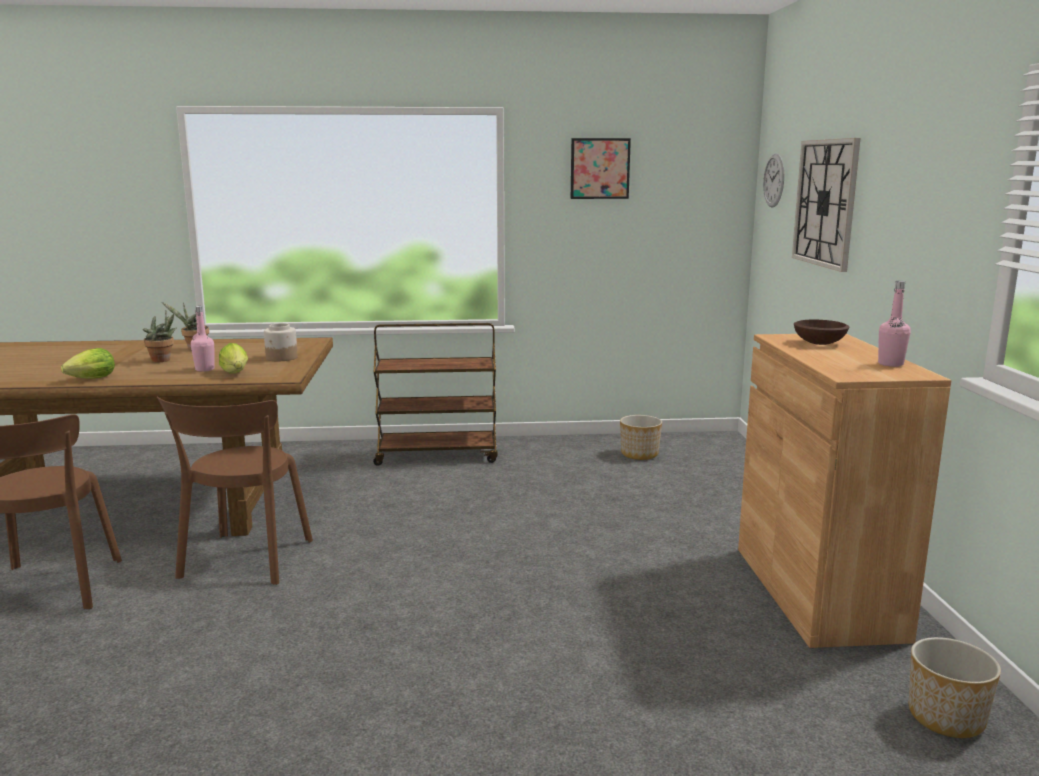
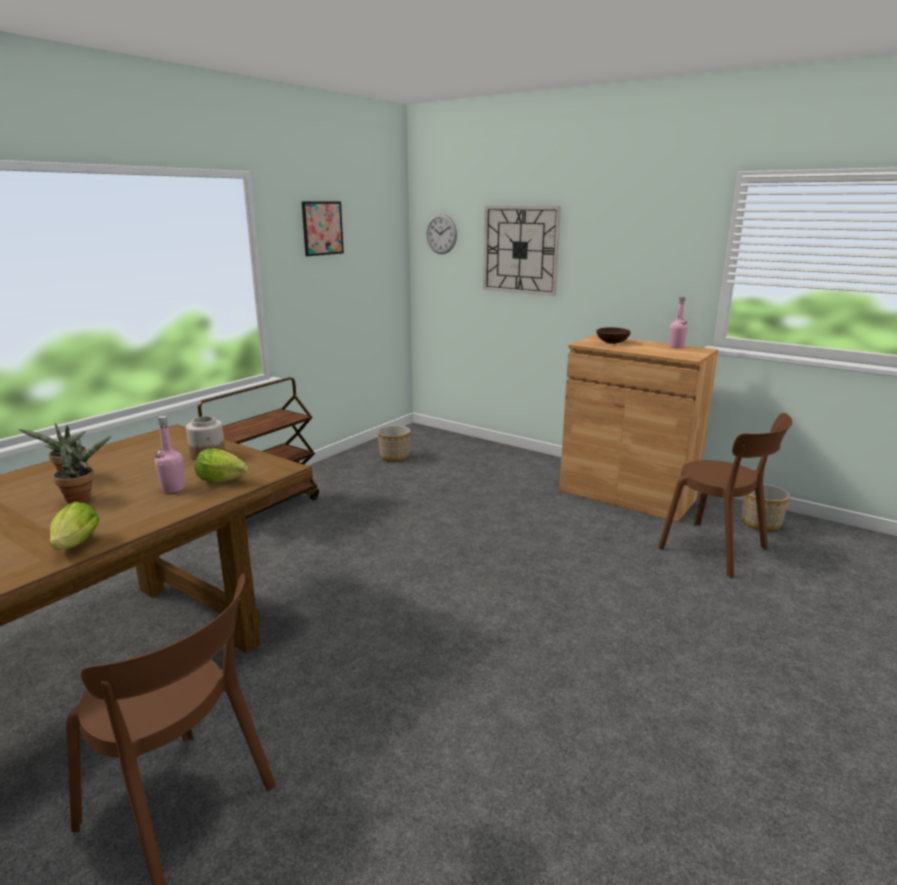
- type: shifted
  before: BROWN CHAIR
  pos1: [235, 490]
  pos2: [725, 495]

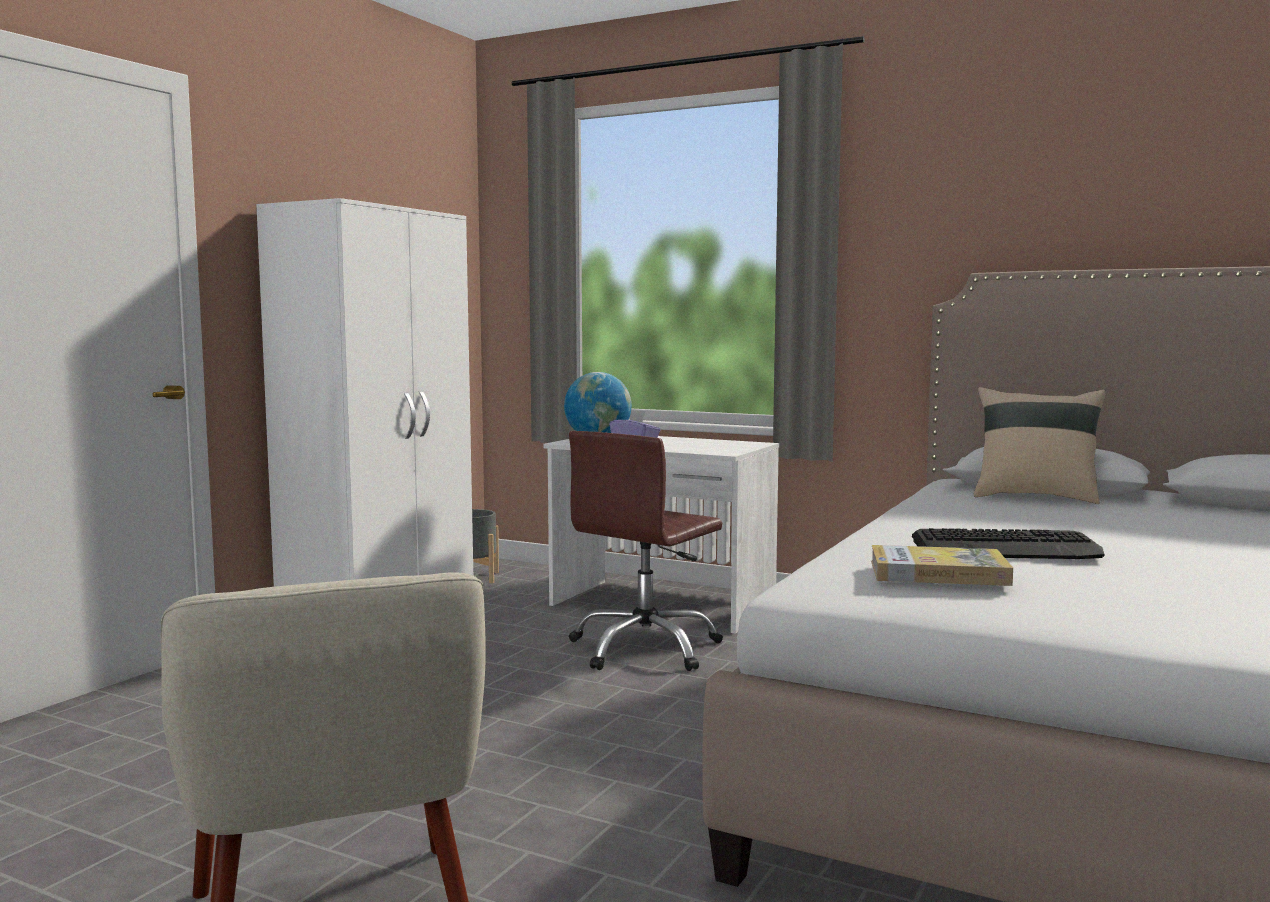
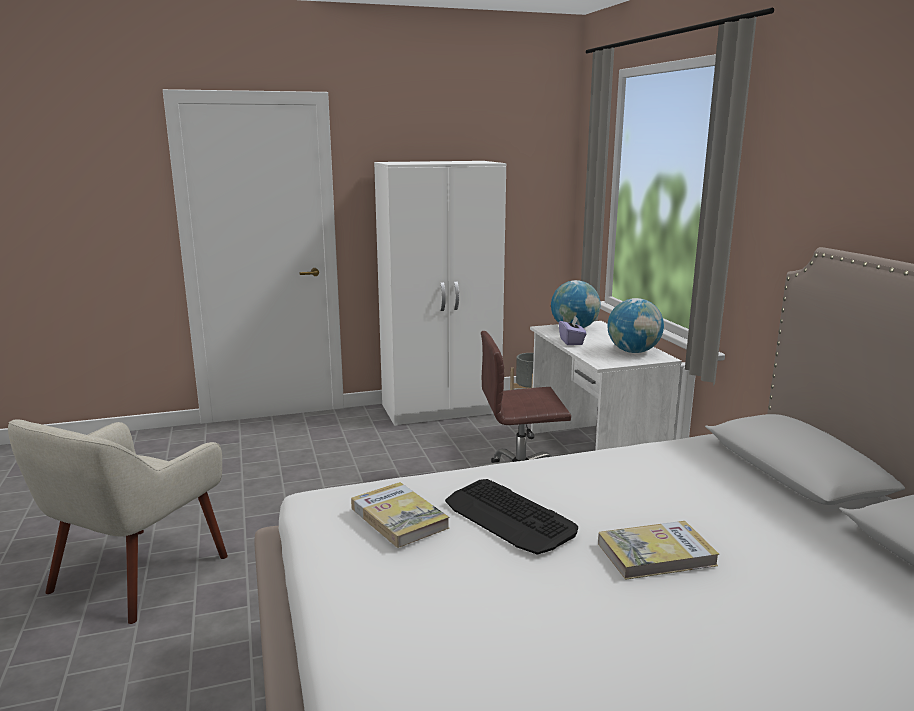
- type: gone
  before: BEIGE CUSHION
  pos1: [1039, 445]
- type: new
  after: DESK GLOBE
  pos2: [635, 325]
- type: new
  after: BOOK
  pos2: [658, 550]

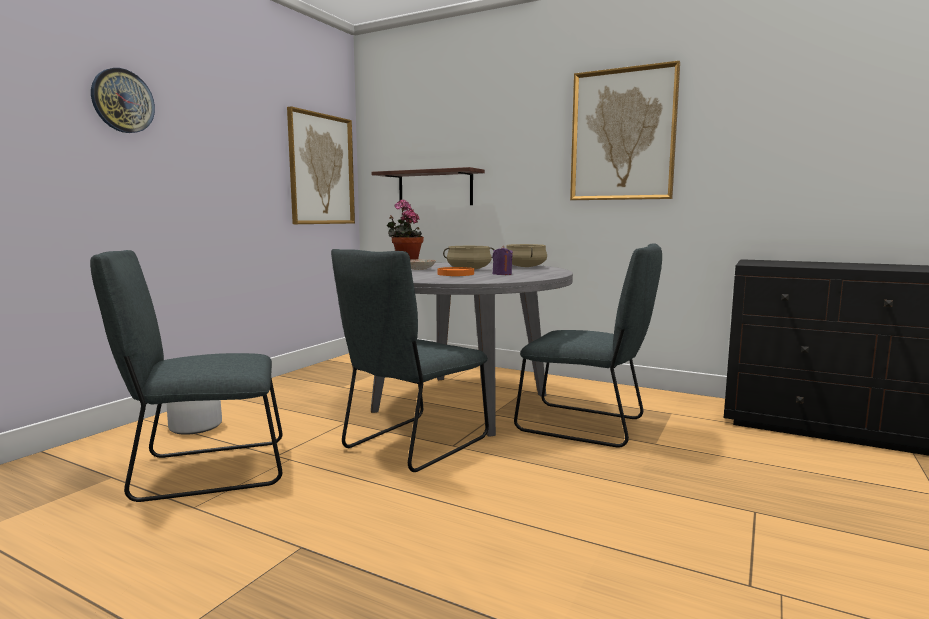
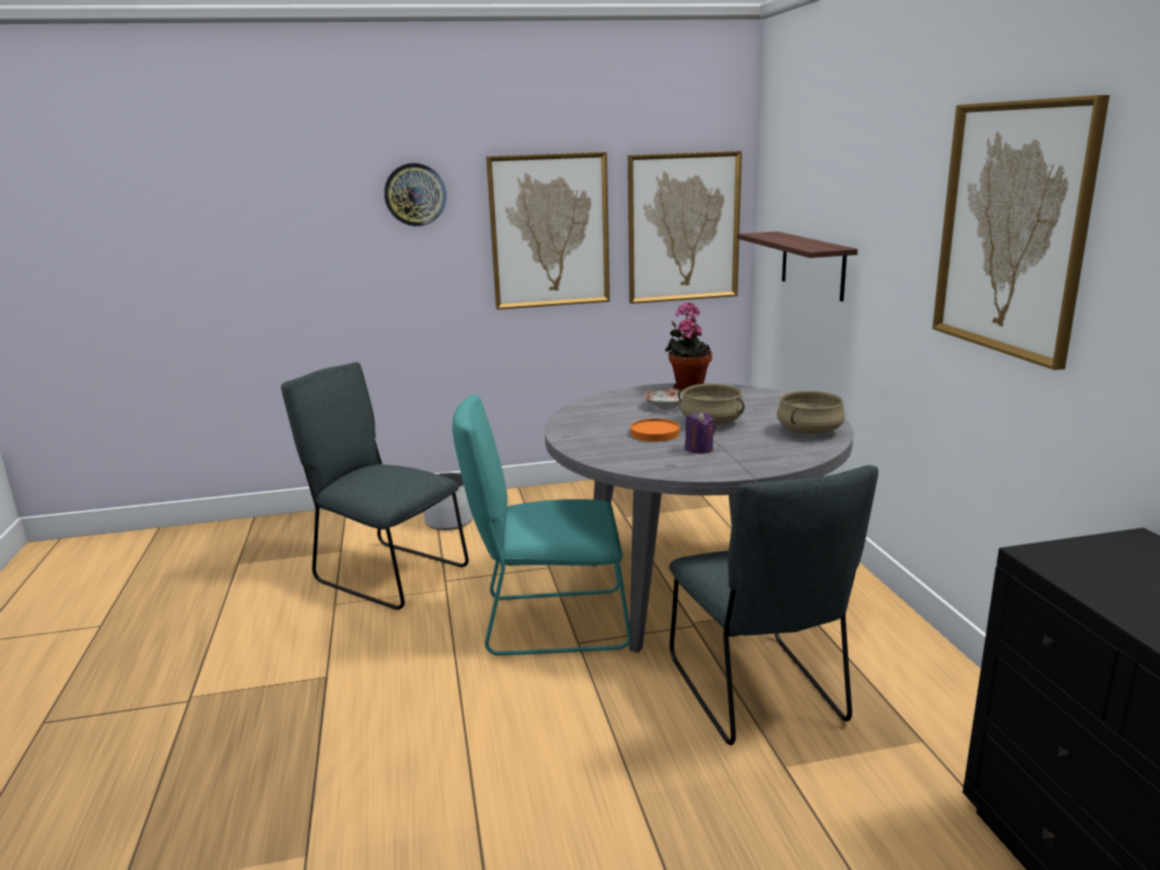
- type: repainted
  before: GREYISH CHAIR
  after: BLUE-GREEN CHAIR
  pos1: [410, 360]
  pos2: [541, 525]
- type: new
  after: WALL PICTURE
  pos2: [548, 231]

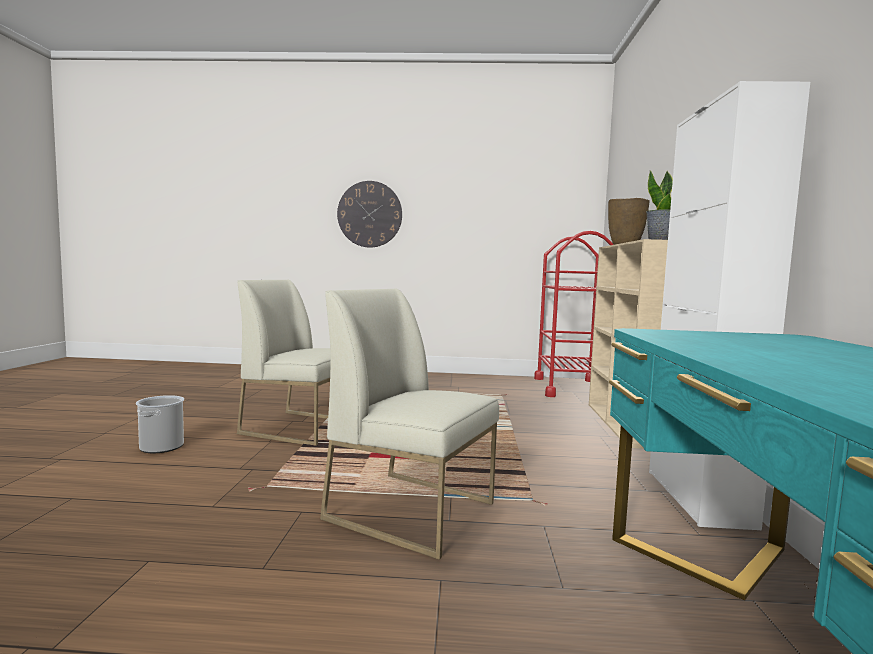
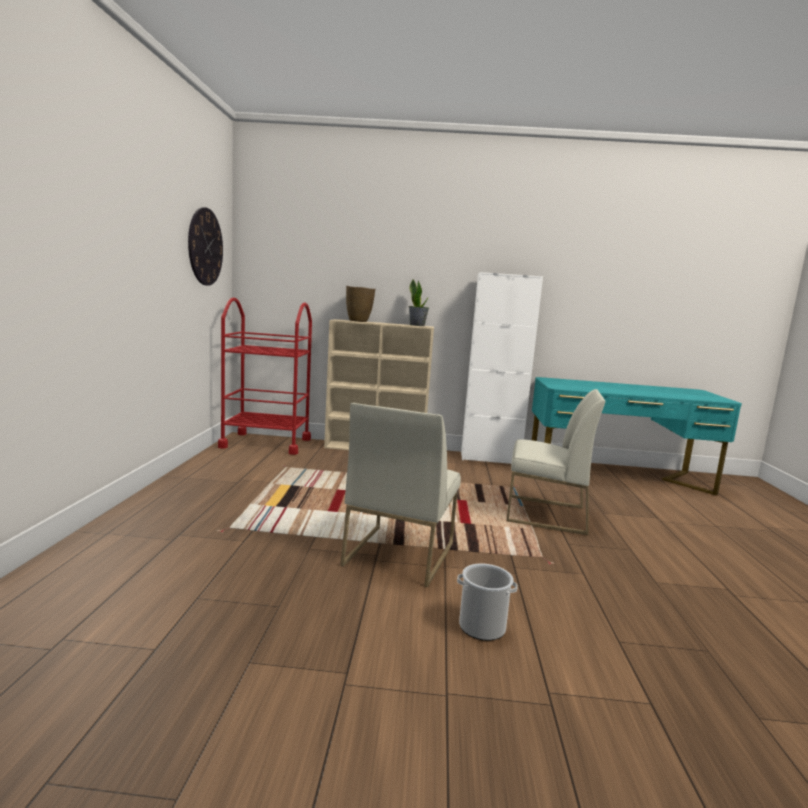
- type: shifted
  before: CLOCK ON THE WALL
  pos1: [369, 214]
  pos2: [205, 246]
- type: rotated
  before: WHITE CHAIR
  pos1: [409, 424]
  pos2: [555, 462]
  turn: -105

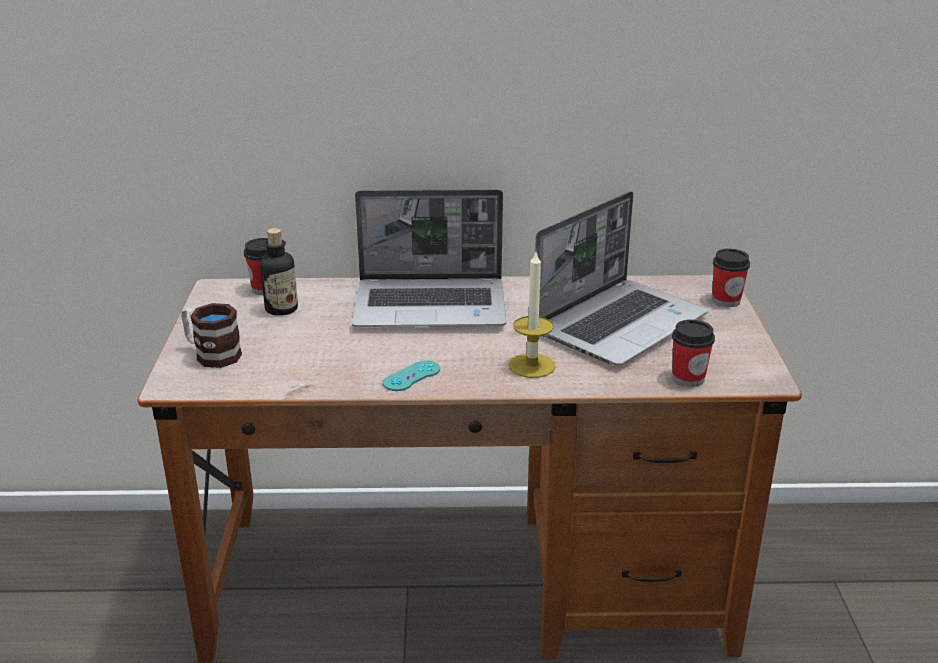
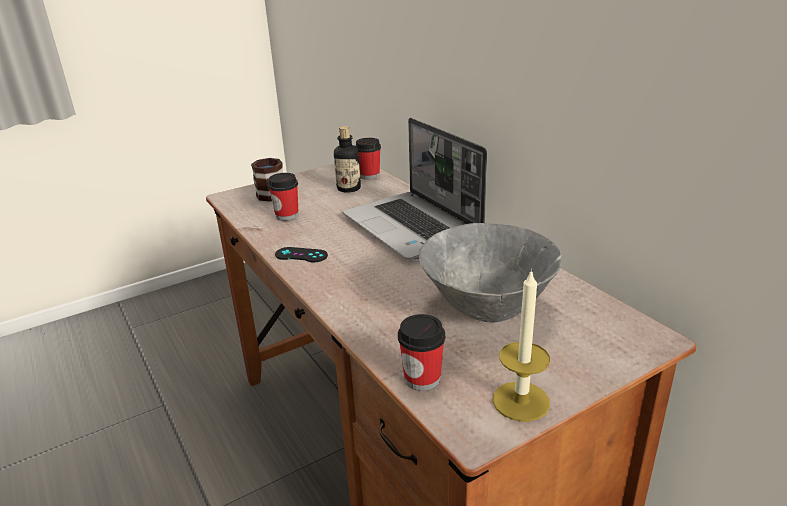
- type: swapped
  before: PORTABLE COMPUTER
  after: GREYISH SERVING BOWL
  pos1: [621, 278]
  pos2: [490, 273]
- type: shifted
  before: SMALL CUP
  pos1: [731, 278]
  pos2: [283, 197]
- type: shifted
  before: CANDLE
  pos1: [532, 315]
  pos2: [521, 345]
- type: repainted
  before: BLUE-GREEN GAMEPAD
  after: BLACKISH GAMEPAD
  pos1: [411, 376]
  pos2: [301, 254]

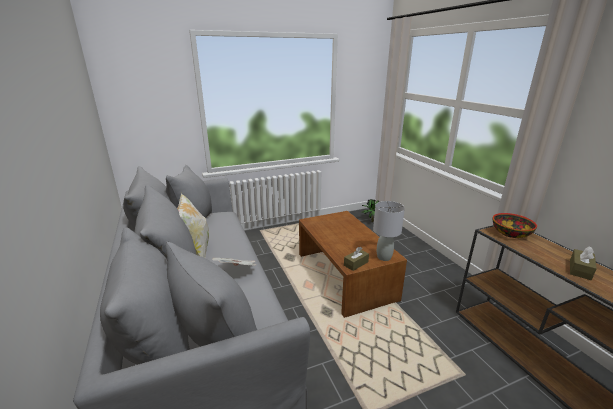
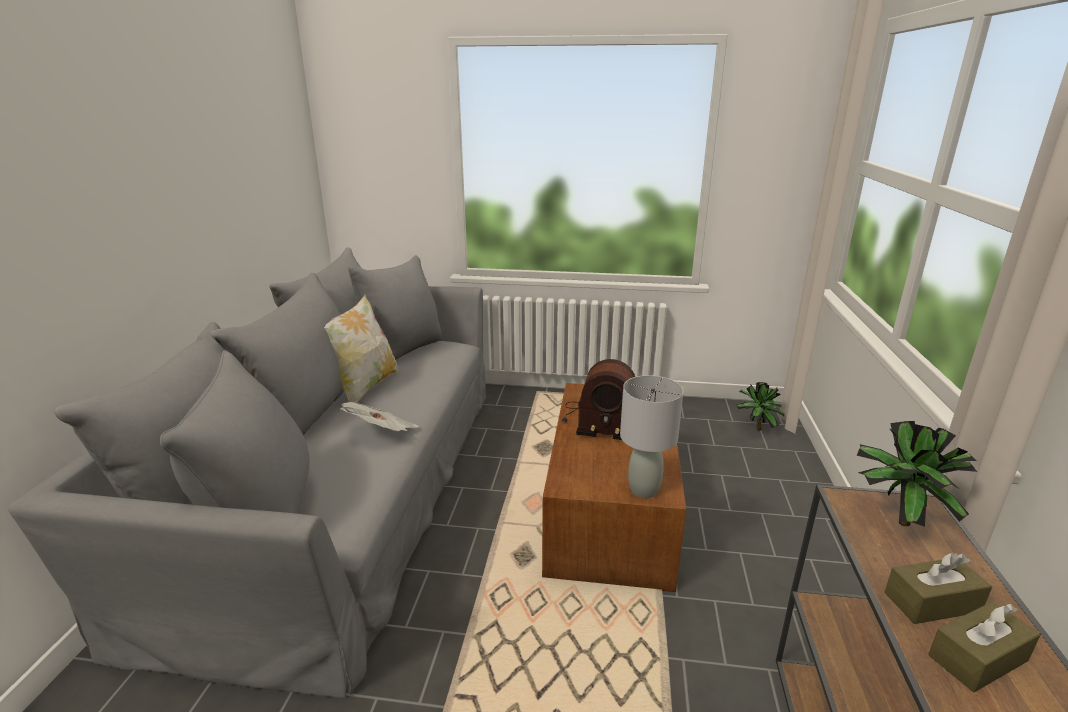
- type: swapped
  before: SERVING BOWL
  after: HOUSEPLANT
  pos1: [515, 225]
  pos2: [917, 474]
- type: shifted
  before: BROWN TISSUE BOX
  pos1: [356, 259]
  pos2: [938, 588]
- type: new
  after: RADIO SET
  pos2: [598, 399]

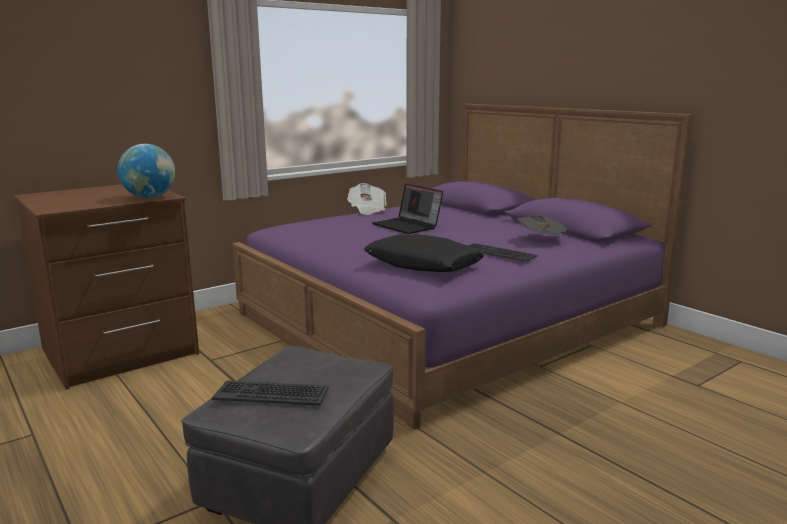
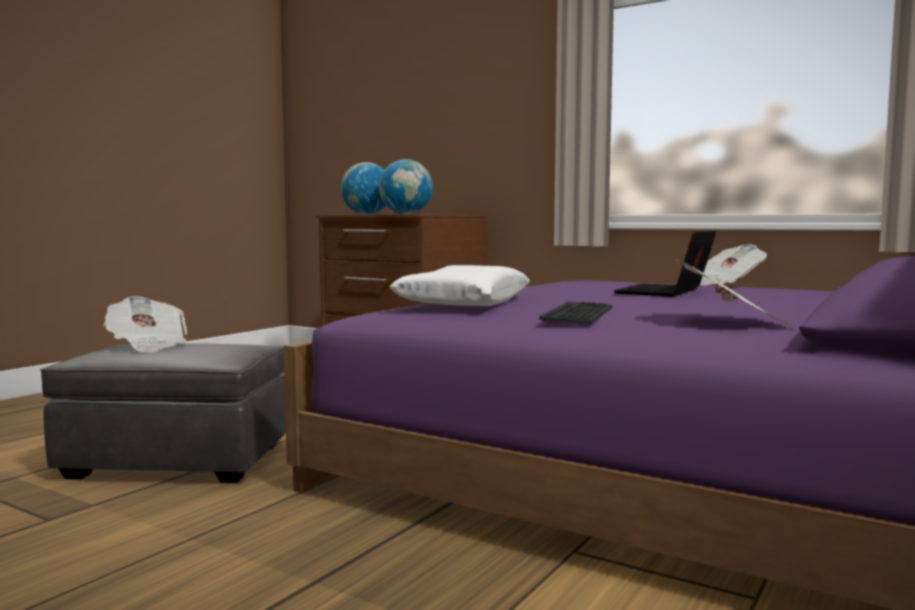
- type: repainted
  before: BLACKISH CUSHION
  after: WHITE CUSHION
  pos1: [424, 253]
  pos2: [460, 285]
- type: swapped
  before: COMPUTER KEYBOARD
  after: NEWSPAPER
  pos1: [270, 393]
  pos2: [145, 325]
- type: new
  after: DESK GLOBE
  pos2: [363, 188]

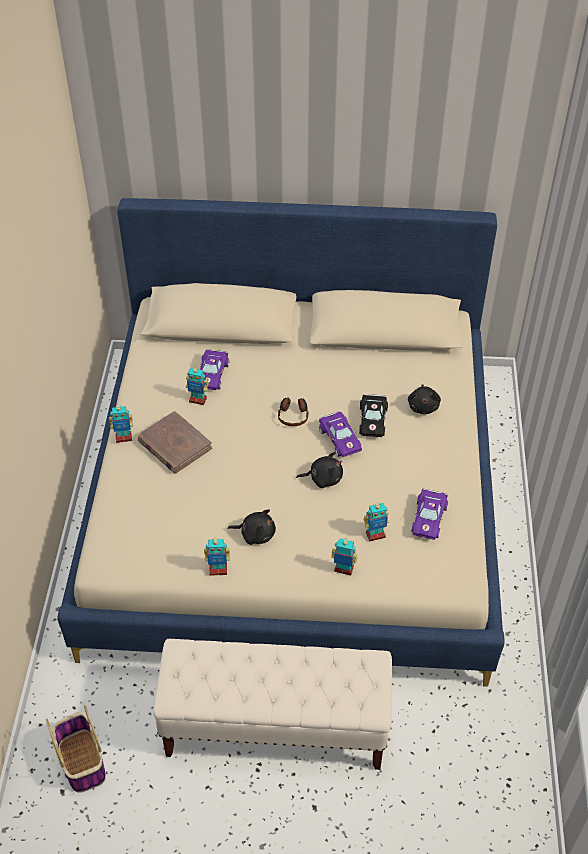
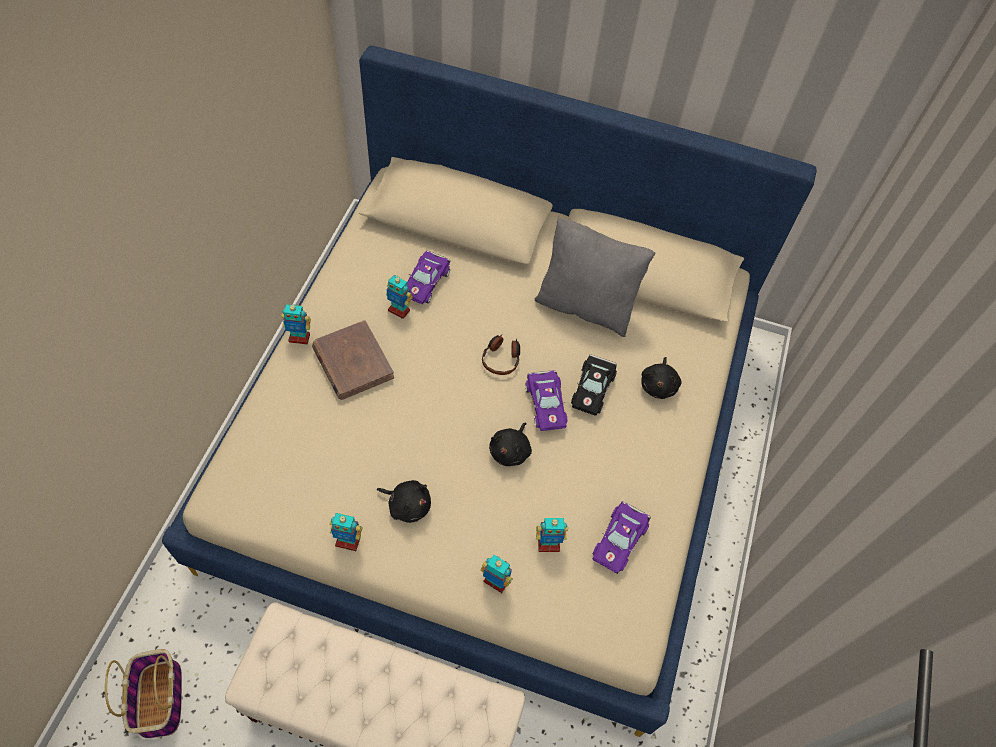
- type: rotated
  before: BLACKISH PLUSH TOY
  pos1: [319, 470]
  pos2: [510, 444]
  turn: 105
- type: new
  after: GREYISH CUSHION
  pos2: [595, 277]

